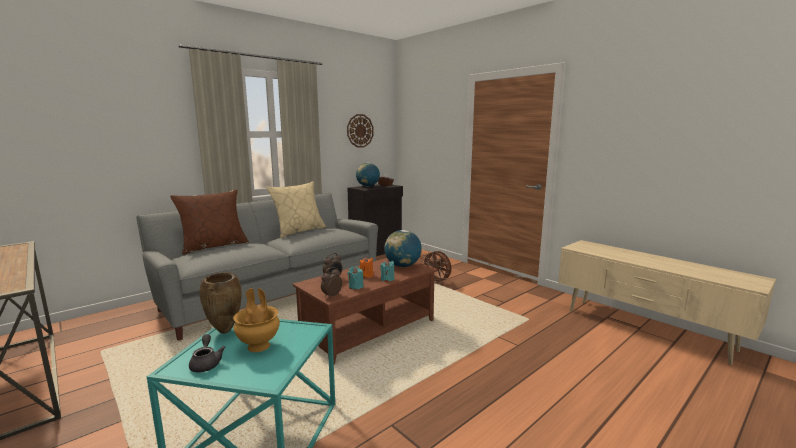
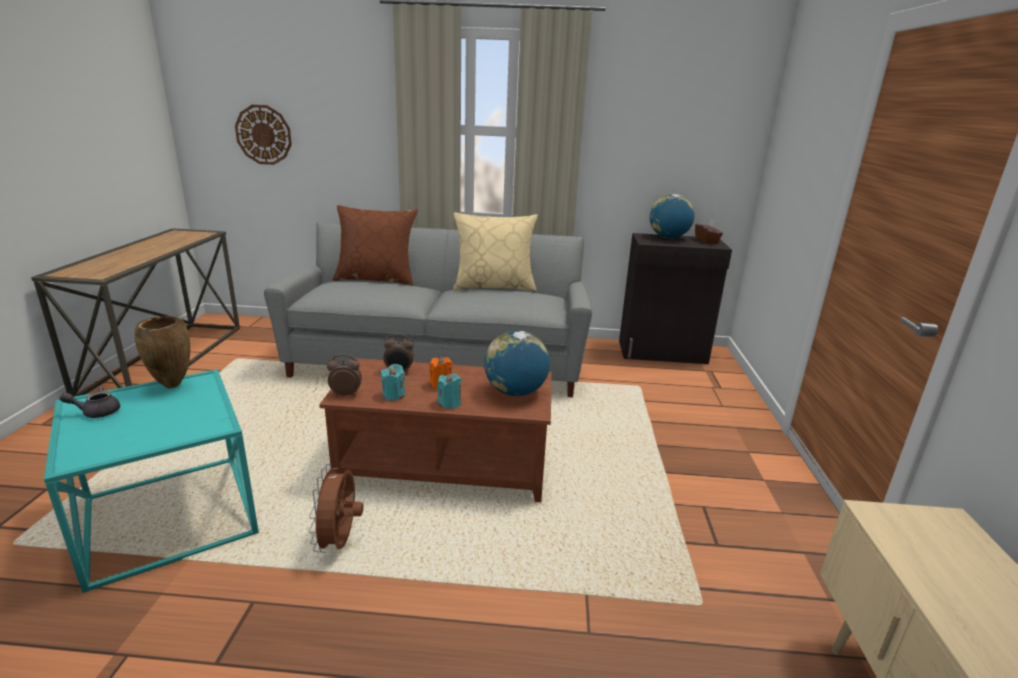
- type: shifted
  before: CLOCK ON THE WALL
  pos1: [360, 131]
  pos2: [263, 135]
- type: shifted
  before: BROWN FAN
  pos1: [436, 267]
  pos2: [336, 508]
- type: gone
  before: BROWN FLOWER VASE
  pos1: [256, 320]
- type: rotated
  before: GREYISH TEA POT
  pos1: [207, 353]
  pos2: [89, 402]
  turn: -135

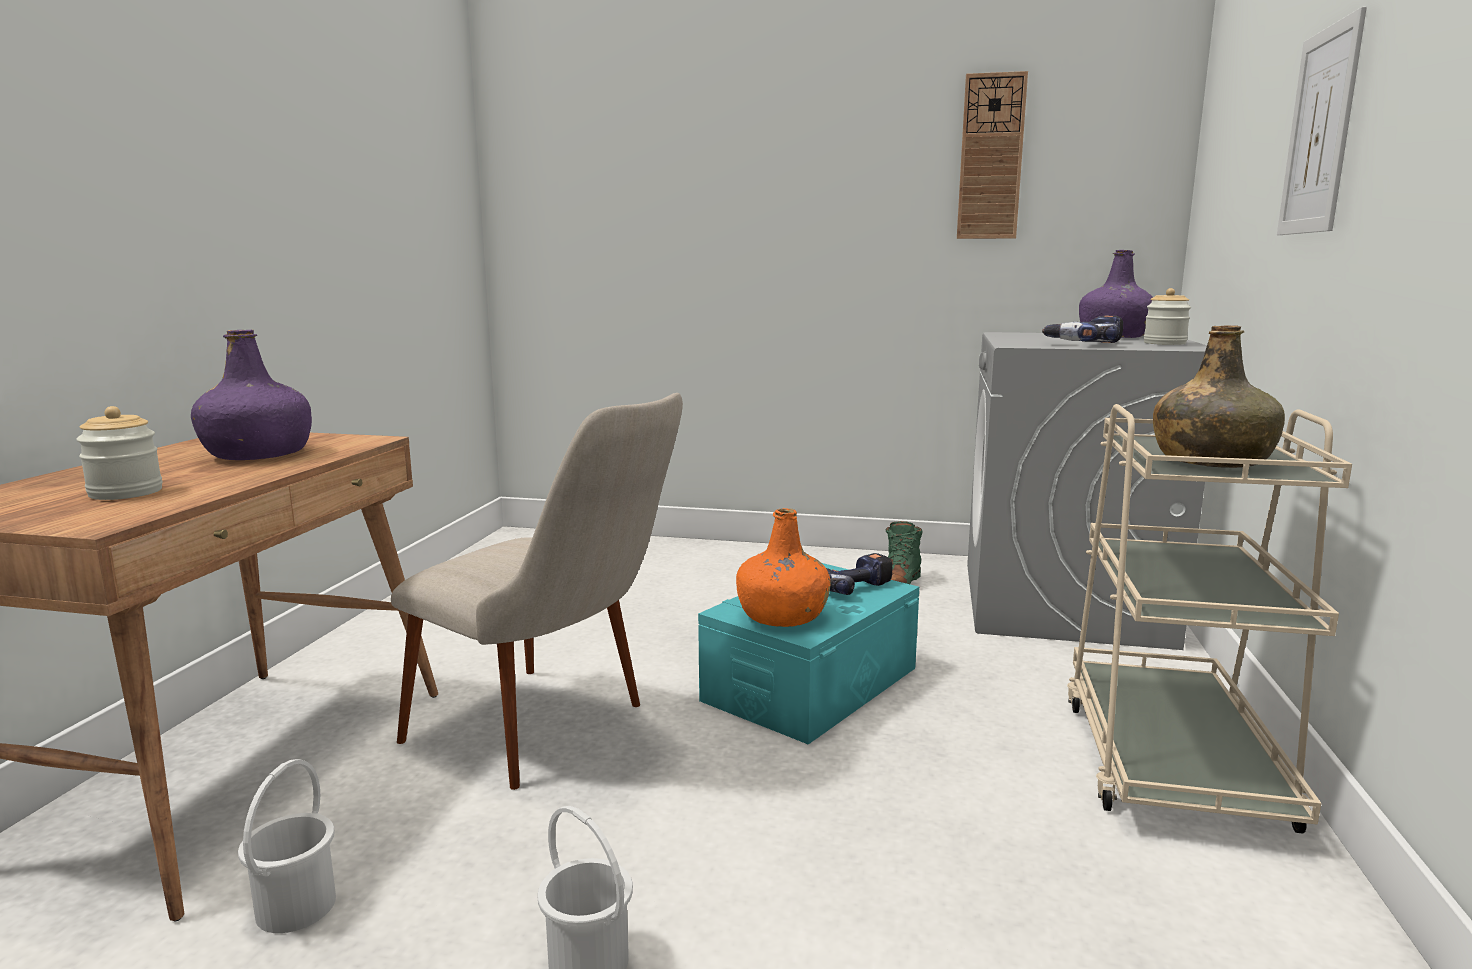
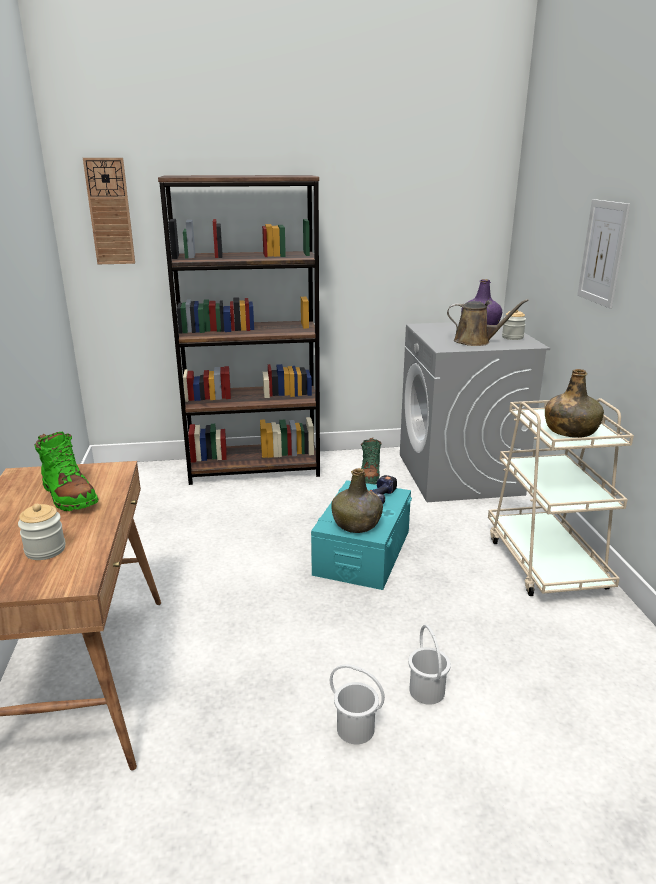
- type: shifted
  before: CLOCK ON THE WALL
  pos1: [992, 155]
  pos2: [109, 211]
- type: swapped
  before: POWER DRILL
  after: BROWN SPRINKLING CAN
  pos1: [1082, 329]
  pos2: [488, 322]
- type: swapped
  before: PURPLE BEVERAGE BOTTLE
  after: GREENISH BOOT
  pos1: [251, 395]
  pos2: [66, 472]
- type: gone
  before: BEIGE CHAIR
  pos1: [537, 591]
- type: repainted
  before: ORANGE BEVERAGE BOTTLE
  after: GREENISH BEVERAGE BOTTLE
  pos1: [783, 567]
  pos2: [357, 500]
- type: shifted
  before: WHITE WATER BUCKET
  pos1: [287, 846]
  pos2: [429, 665]
- type: new
  after: BROWN SHELVING UNIT
  pos2: [239, 330]

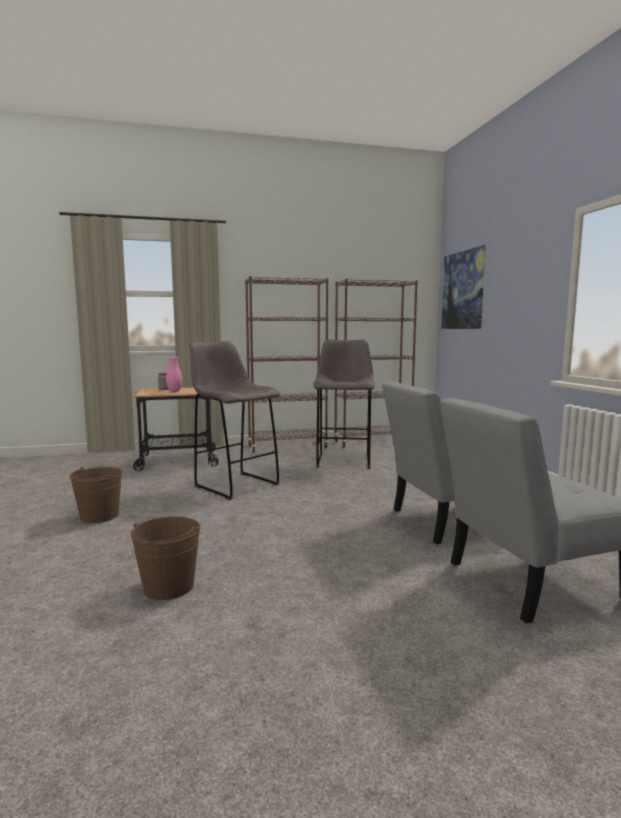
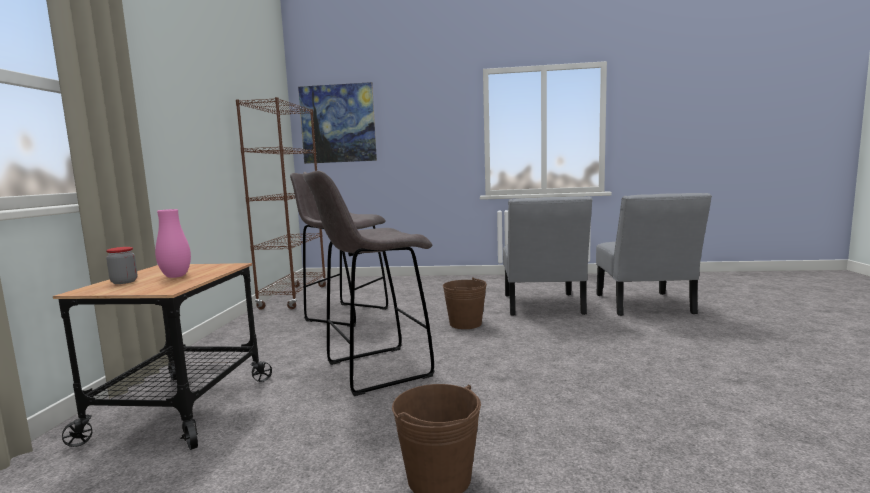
- type: gone
  before: BROWN SHELVING UNIT
  pos1: [286, 364]
- type: shifted
  before: BROWN WATER BUCKET
  pos1: [166, 558]
  pos2: [465, 303]

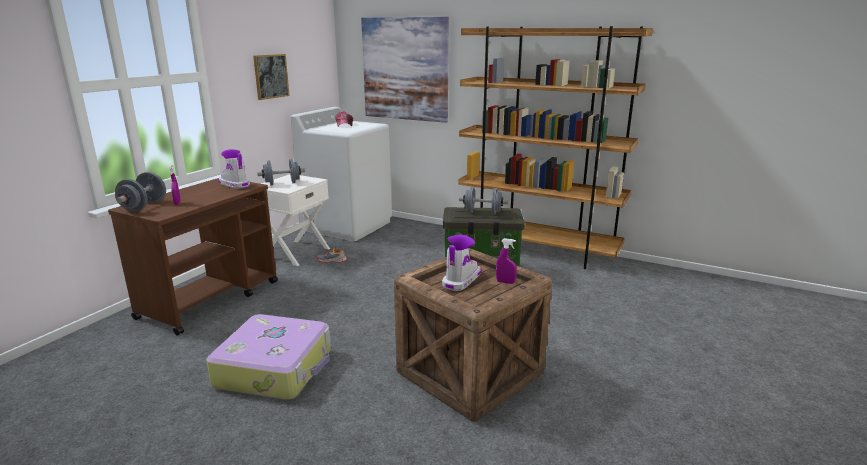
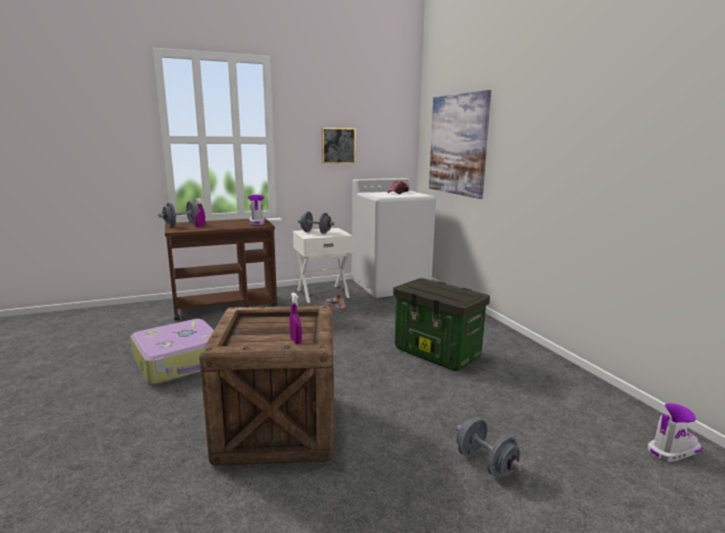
- type: gone
  before: BROWN SHELVING UNIT
  pos1: [555, 147]
- type: shifted
  before: GREYISH FREE WEIGHT
  pos1: [483, 201]
  pos2: [489, 447]
- type: shifted
  before: BOOT
  pos1: [461, 263]
  pos2: [674, 432]

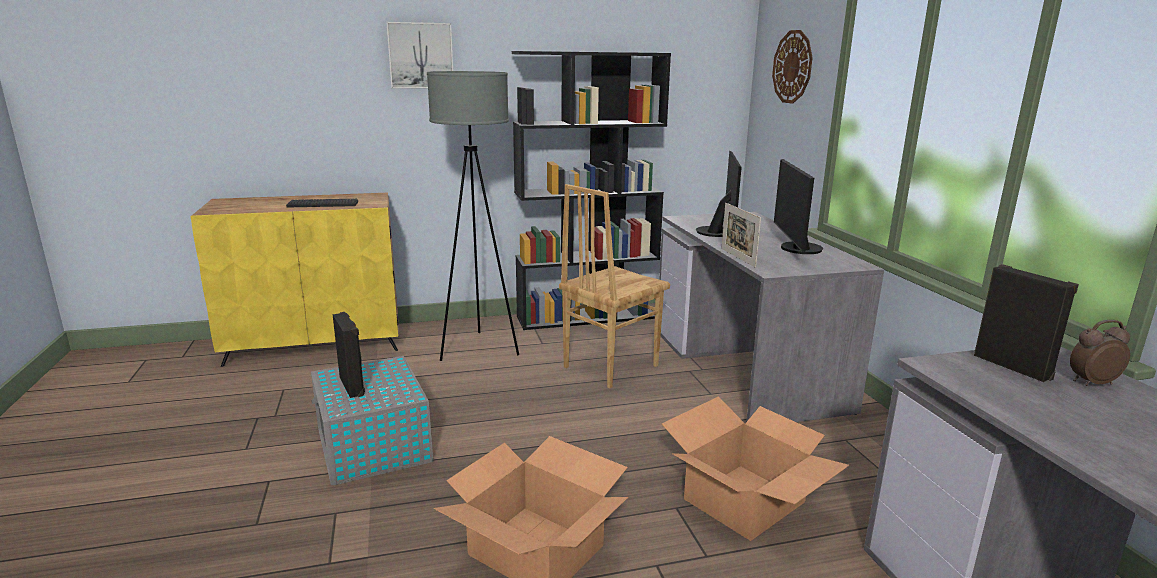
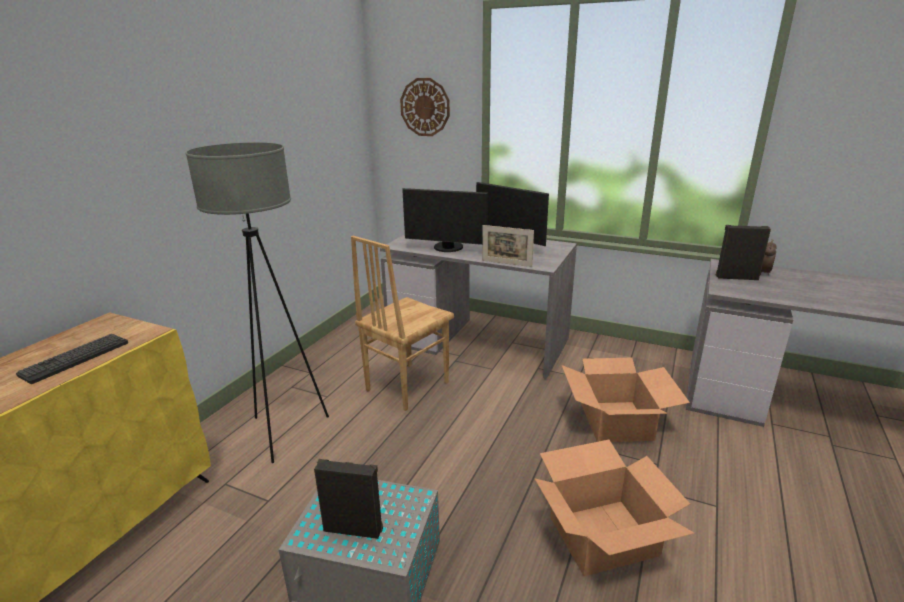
- type: gone
  before: WALL PICTURE
  pos1: [419, 55]
- type: gone
  before: BLACKISH SHELVING UNIT
  pos1: [591, 190]
- type: rotated
  before: COMPUTER SCREEN
  pos1: [719, 193]
  pos2: [445, 220]
  turn: 150
- type: rotated
  before: BROWN CHAIR
  pos1: [614, 286]
  pos2: [402, 323]
  turn: 45

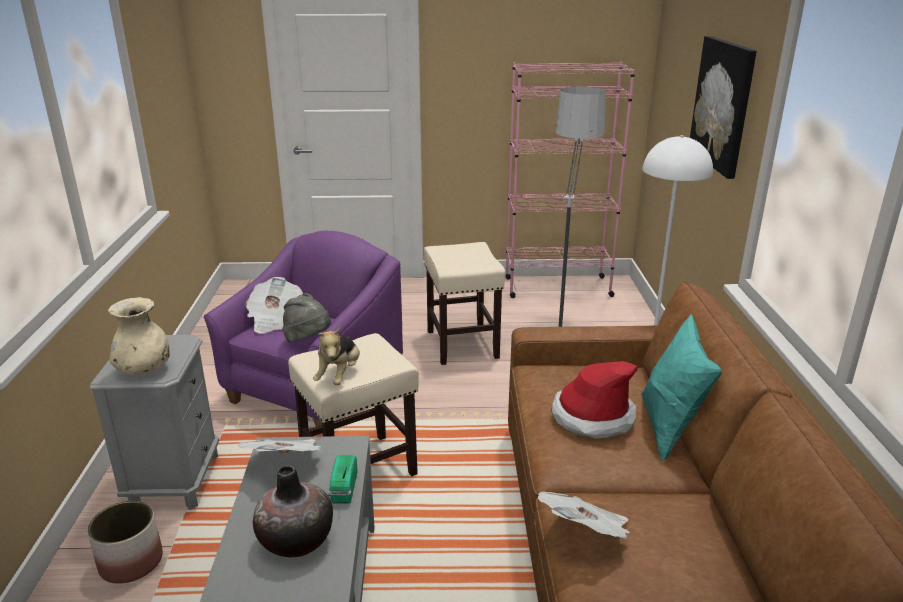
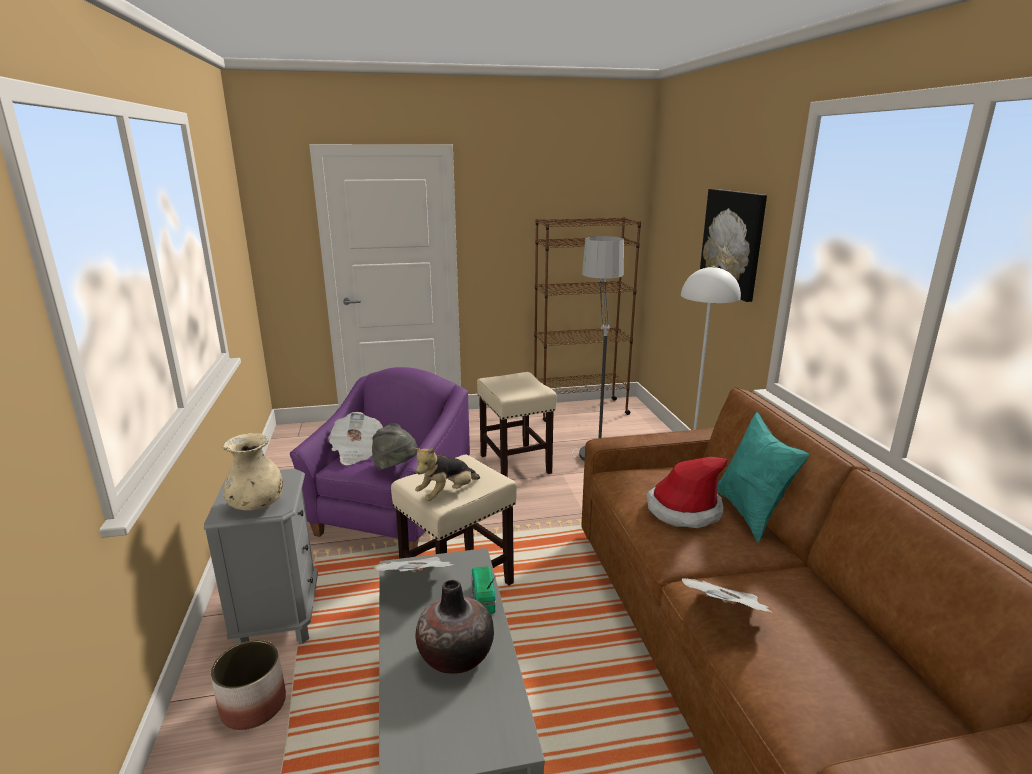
- type: repainted
  before: PINKISH SHELVING UNIT
  after: BROWN SHELVING UNIT
  pos1: [570, 180]
  pos2: [587, 319]
- type: rotated
  before: PLUSH TOY
  pos1: [336, 356]
  pos2: [446, 474]
  turn: 45

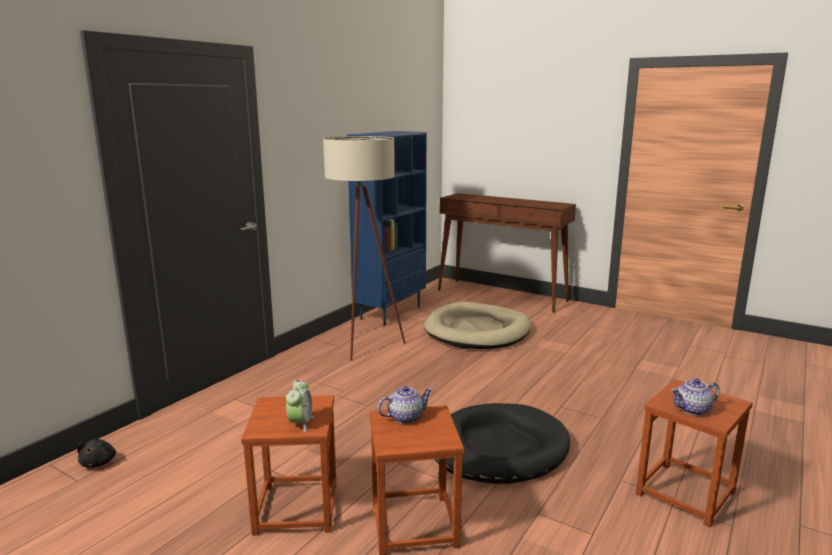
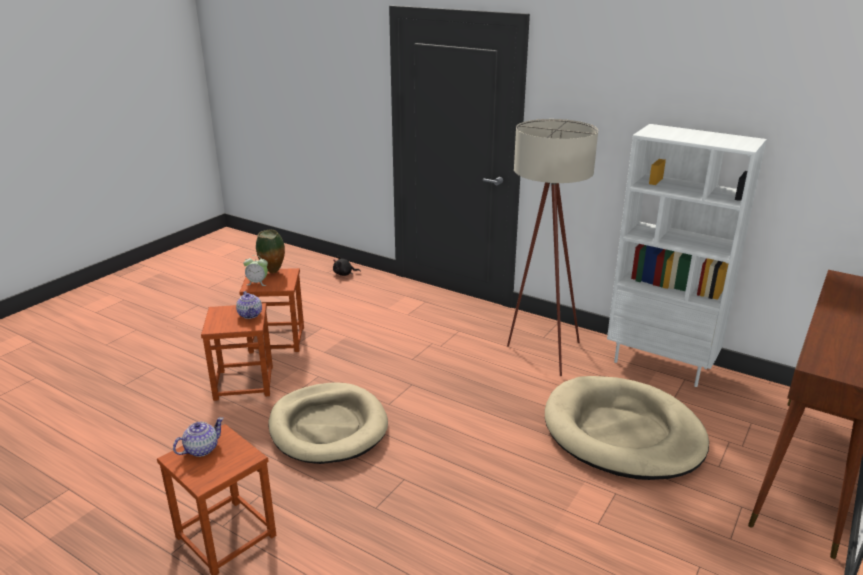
- type: repainted
  before: BLUISH SHELVING UNIT
  after: WHITE SHELVING UNIT
  pos1: [387, 228]
  pos2: [687, 255]
- type: rotated
  before: TEA POT
  pos1: [695, 396]
  pos2: [198, 437]
  turn: 60
- type: repainted
  before: BLACKISH DOG BED
  after: BEIGE DOG BED
  pos1: [502, 443]
  pos2: [328, 423]
- type: new
  after: FLOWER VASE
  pos2: [270, 252]

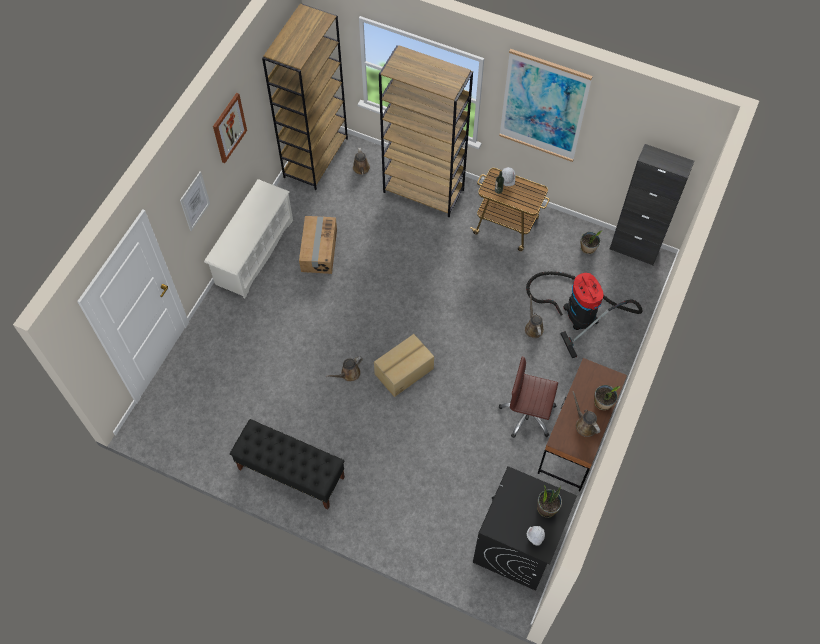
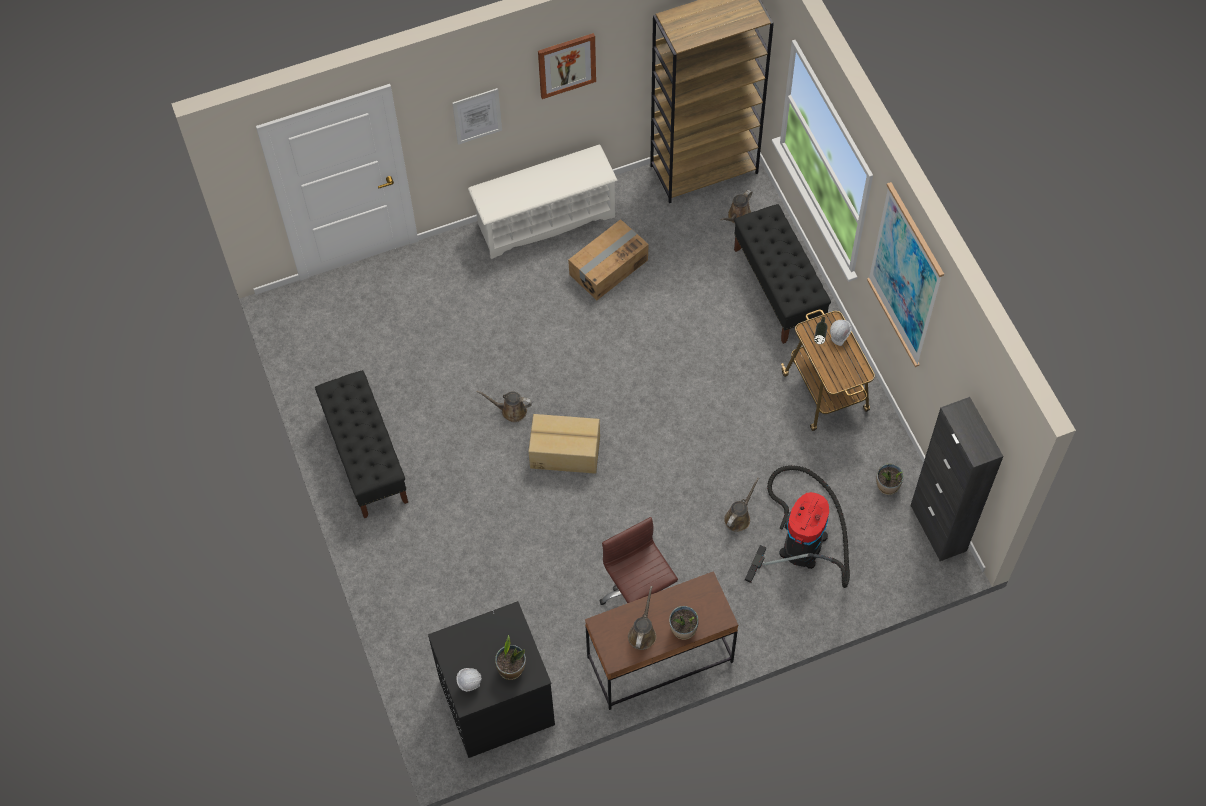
- type: swapped
  before: BROWN SHELVING UNIT
  after: BLACKISH BENCH
  pos1: [426, 131]
  pos2: [782, 274]

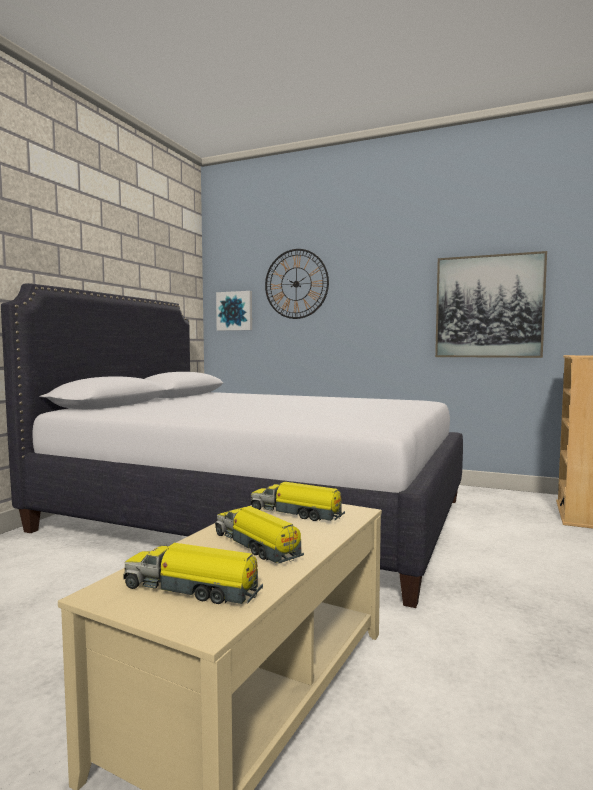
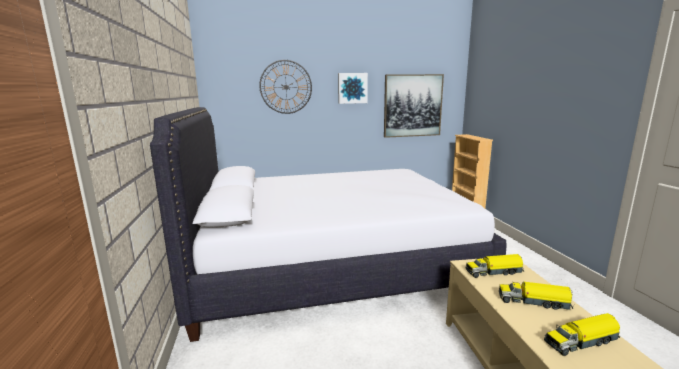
- type: shifted
  before: WALL PICTURE
  pos1: [234, 311]
  pos2: [353, 88]

